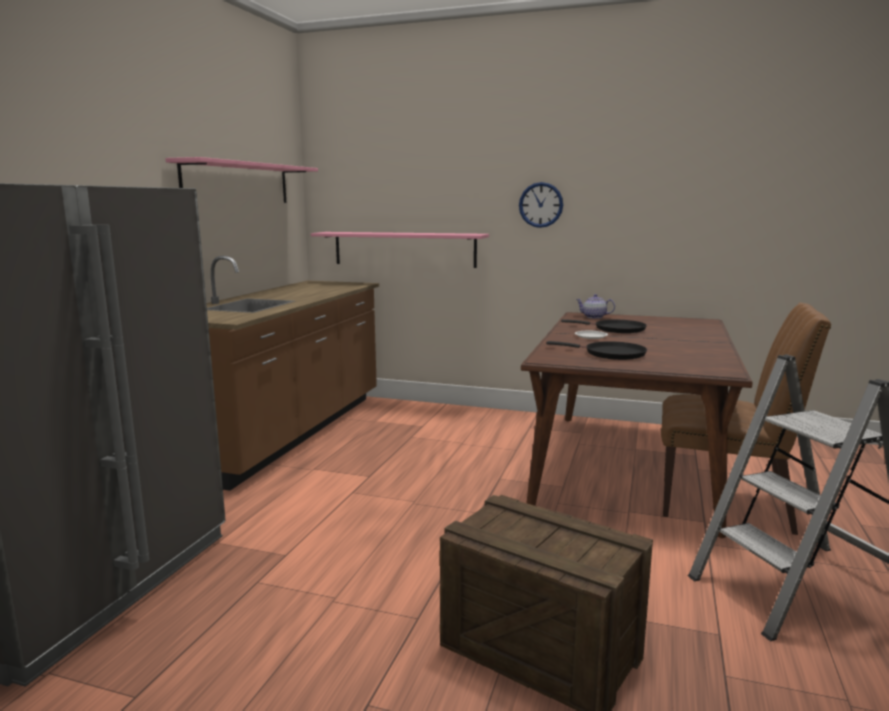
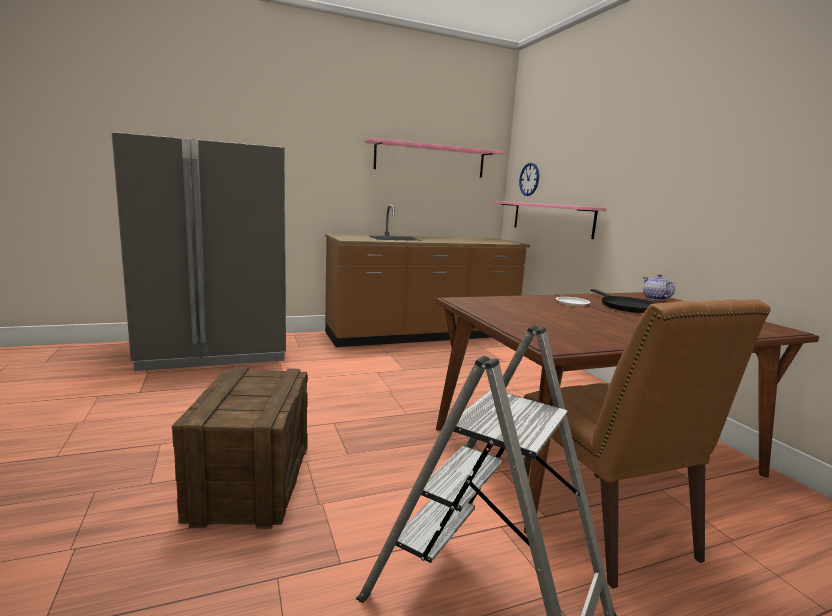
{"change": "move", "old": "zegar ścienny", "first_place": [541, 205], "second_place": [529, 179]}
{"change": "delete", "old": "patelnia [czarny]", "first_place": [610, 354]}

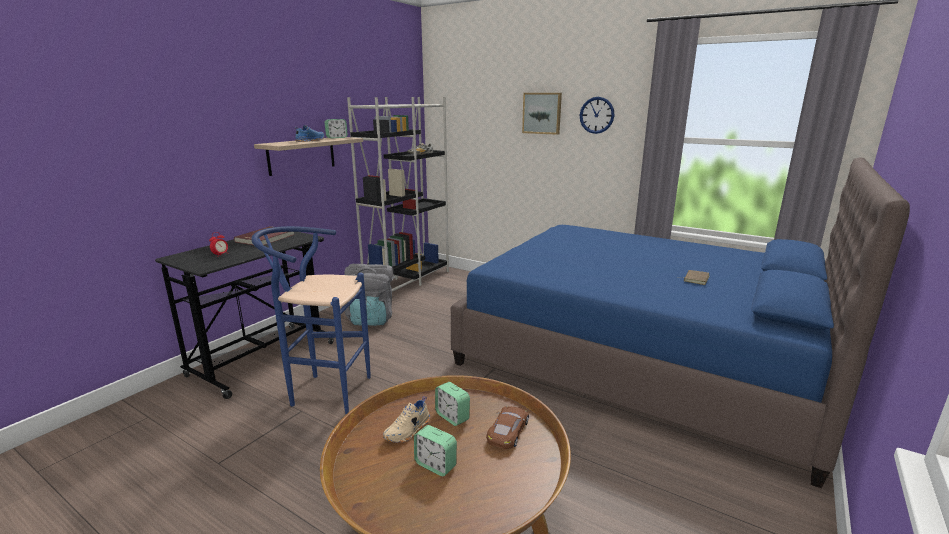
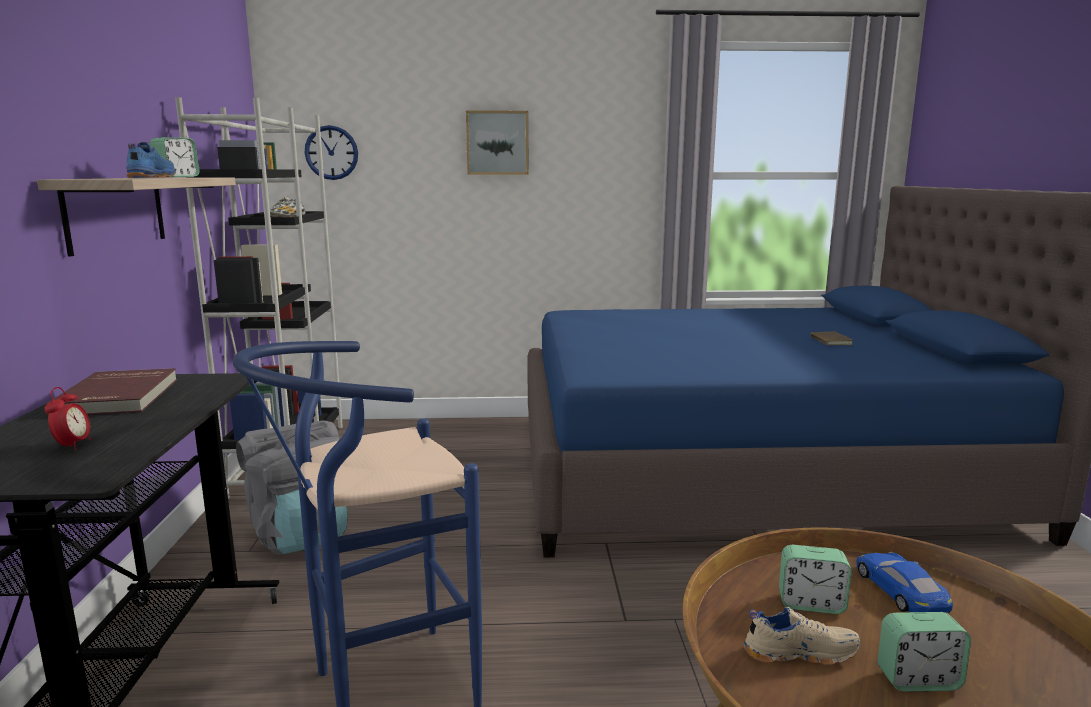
{"change": "move", "old": "zegar ścienny", "first_place": [596, 115], "second_place": [331, 152]}
{"change": "rotate", "old": "but [beżowy]", "first_place": [408, 431], "second_place": [799, 652], "degrees": -90}
{"change": "recolor", "old": "samochodzik [brązowy]", "new": "samochodzik [niebieski]", "first_place": [508, 431], "second_place": [900, 590]}

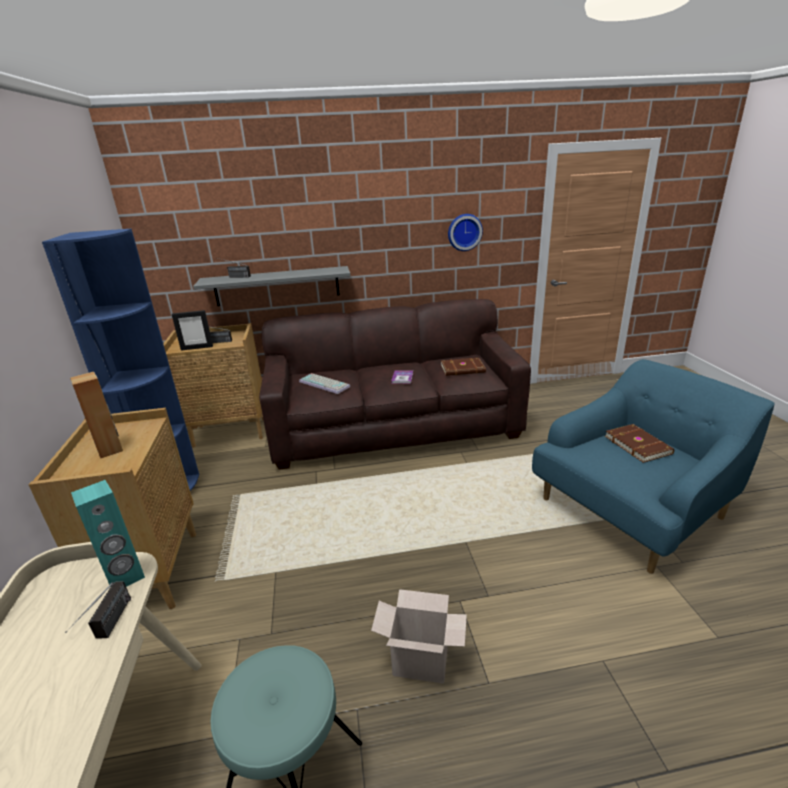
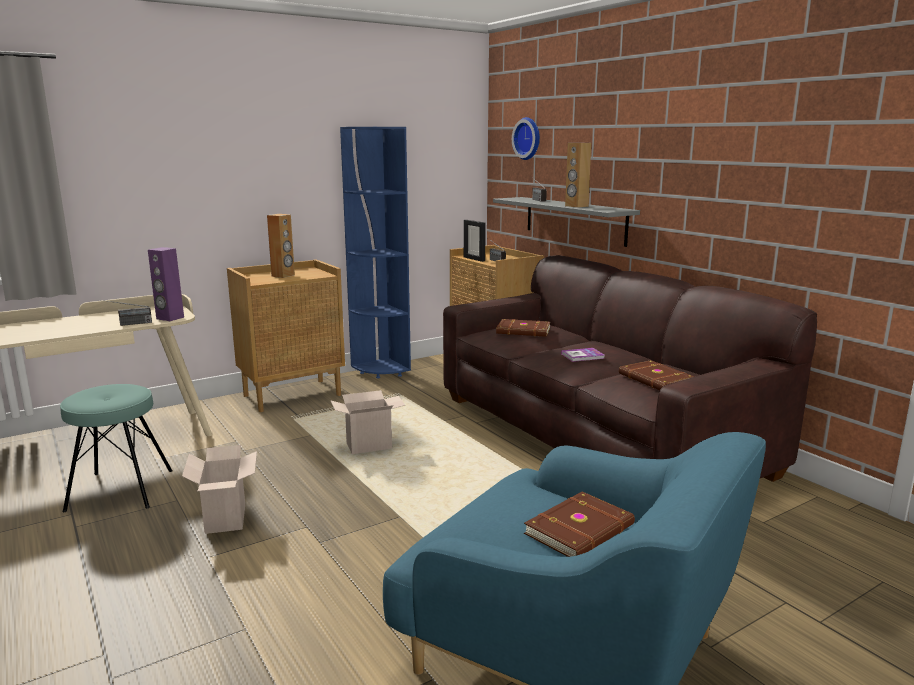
{"change": "recolor", "old": "głośnik [turkusowy]", "new": "głośnik [fioletowy]", "first_place": [126, 577], "second_place": [170, 318]}
{"change": "insert", "new": "karton", "second_place": [370, 445]}
{"change": "replace", "old": "klawiatura", "new": "książka [brązowy]", "first_place": [325, 384], "second_place": [523, 331]}
{"change": "move", "old": "zegar ścienny", "first_place": [464, 232], "second_place": [528, 138]}
{"change": "insert", "new": "głośnik [brązowy]", "second_place": [576, 206]}

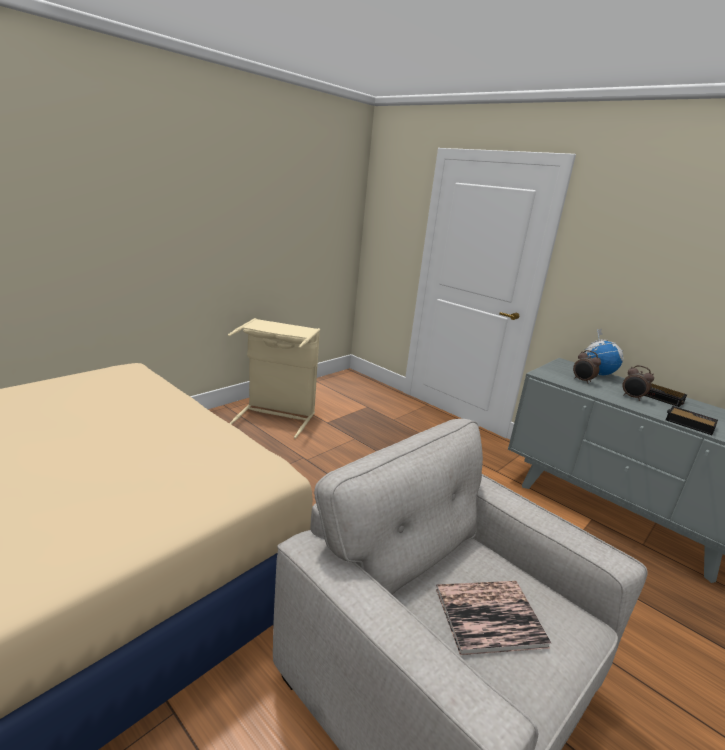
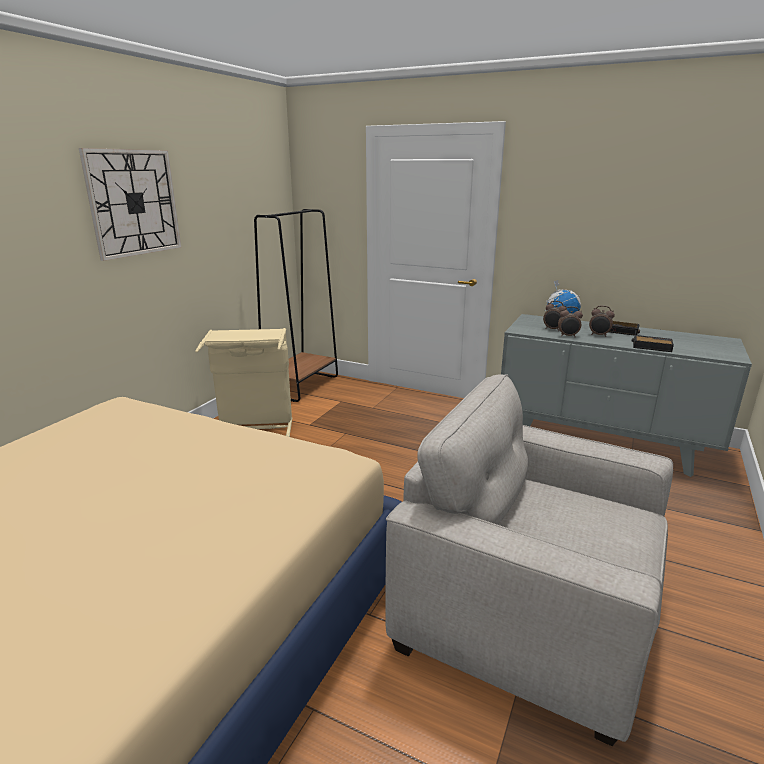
{"change": "insert", "new": "zegar ścienny", "second_place": [134, 203]}
{"change": "insert", "new": "wieszak", "second_place": [301, 386]}
{"change": "insert", "new": "budzik", "second_place": [568, 336]}
{"change": "delete", "old": "książka", "first_place": [489, 616]}

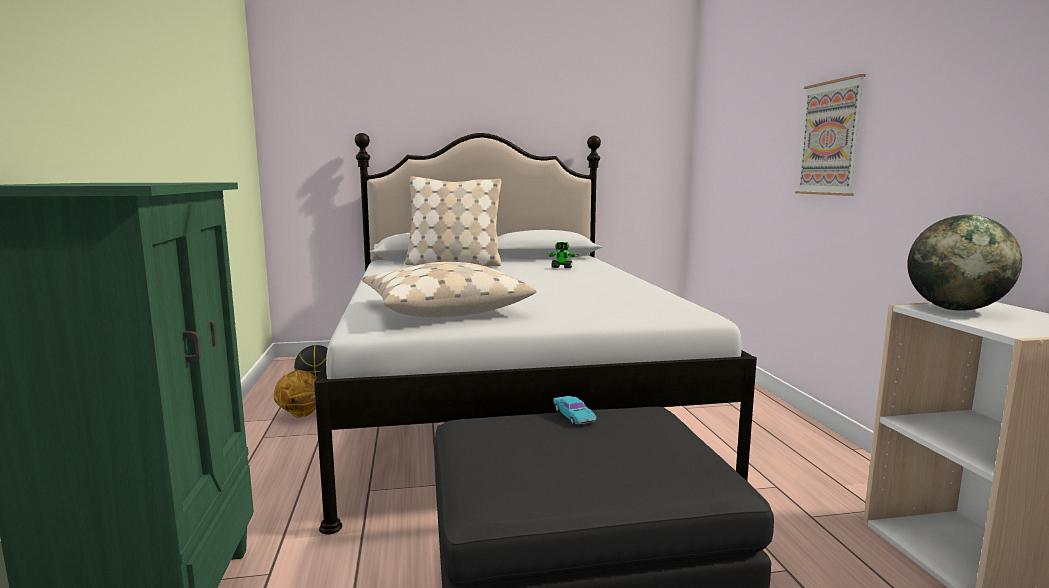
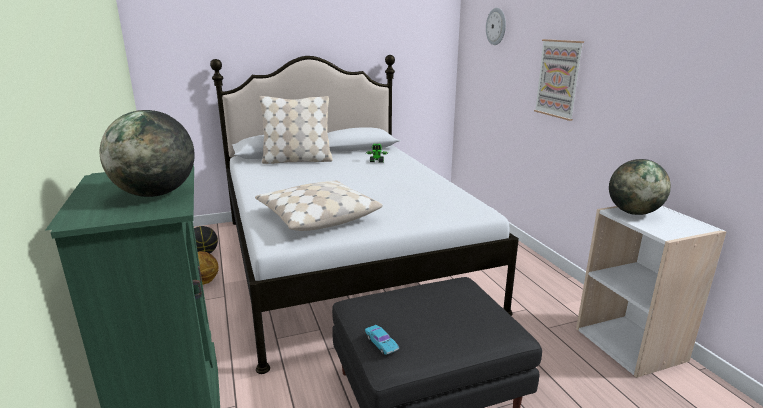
{"change": "insert", "new": "globus", "second_place": [156, 194]}
{"change": "move", "old": "samochodzik [turkusowy]", "first_place": [573, 415], "second_place": [381, 343]}
{"change": "insert", "new": "zegar ścienny", "second_place": [496, 26]}

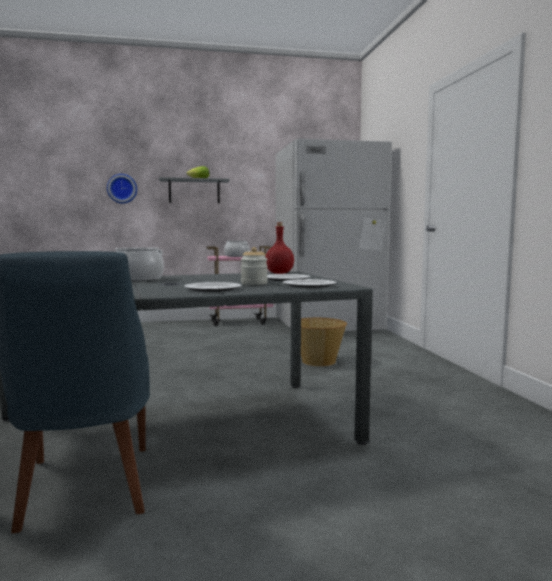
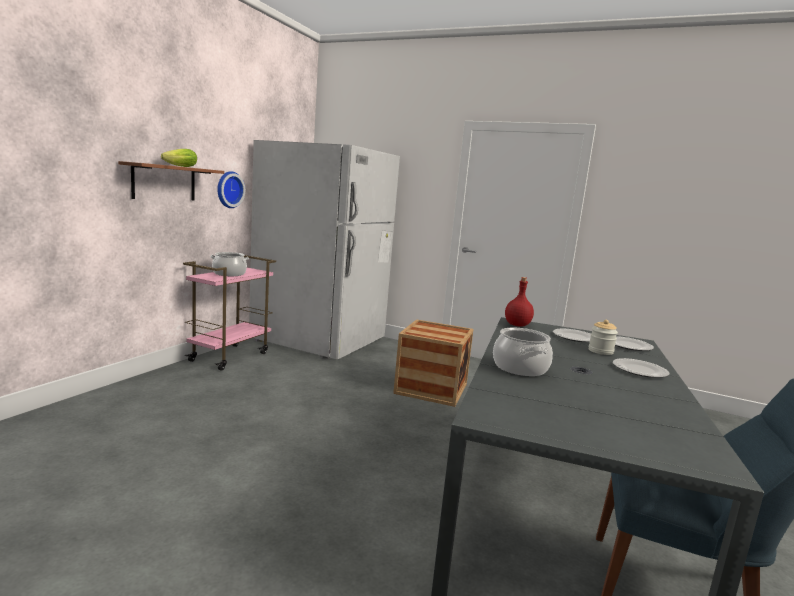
{"change": "recolor", "old": "półka [szary]", "new": "półka [brązowy]", "first_place": [194, 191], "second_place": [164, 182]}
{"change": "move", "old": "zegar ścienny", "first_place": [122, 188], "second_place": [228, 189]}
{"change": "replace", "old": "koszyk", "new": "skrzynka", "first_place": [318, 361], "second_place": [431, 389]}

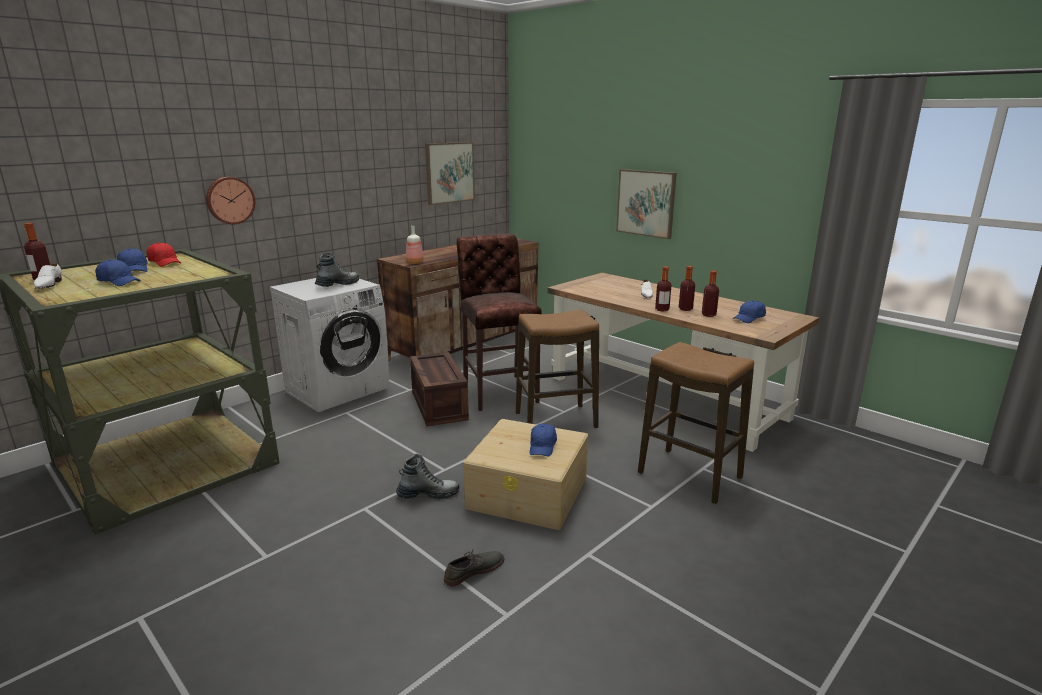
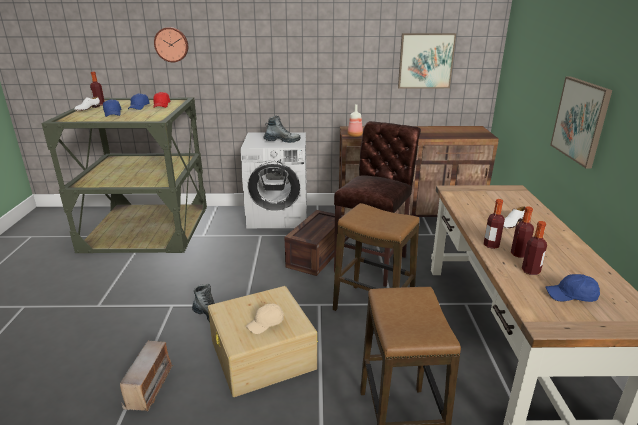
{"change": "replace", "old": "but [szary]", "new": "radio", "first_place": [474, 570], "second_place": [149, 386]}
{"change": "move", "old": "zegar ścienny", "first_place": [230, 200], "second_place": [171, 44]}
{"change": "recolor", "old": "czapka z daszkiem [niebieski]", "new": "czapka z daszkiem [beżowy]", "first_place": [542, 447], "second_place": [266, 324]}

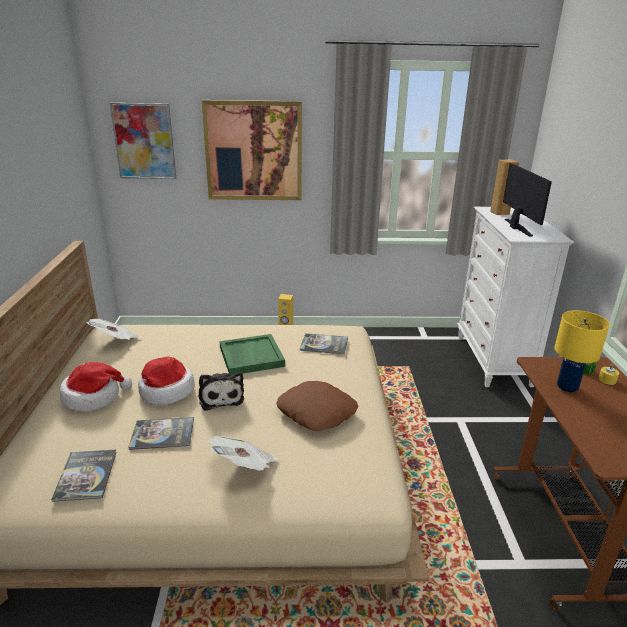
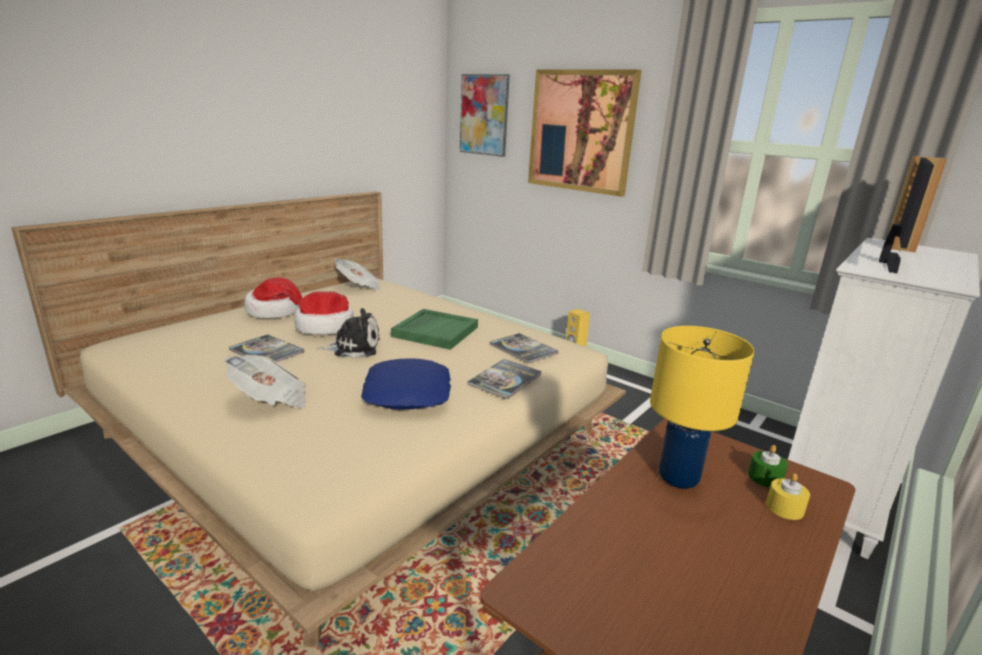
{"change": "rotate", "old": "pluszak", "first_place": [221, 397], "second_place": [354, 347], "degrees": -120}
{"change": "recolor", "old": "poduszka [brązowy]", "new": "poduszka [niebieski]", "first_place": [317, 412], "second_place": [408, 393]}
{"change": "move", "old": "książka", "first_place": [86, 475], "second_place": [505, 379]}

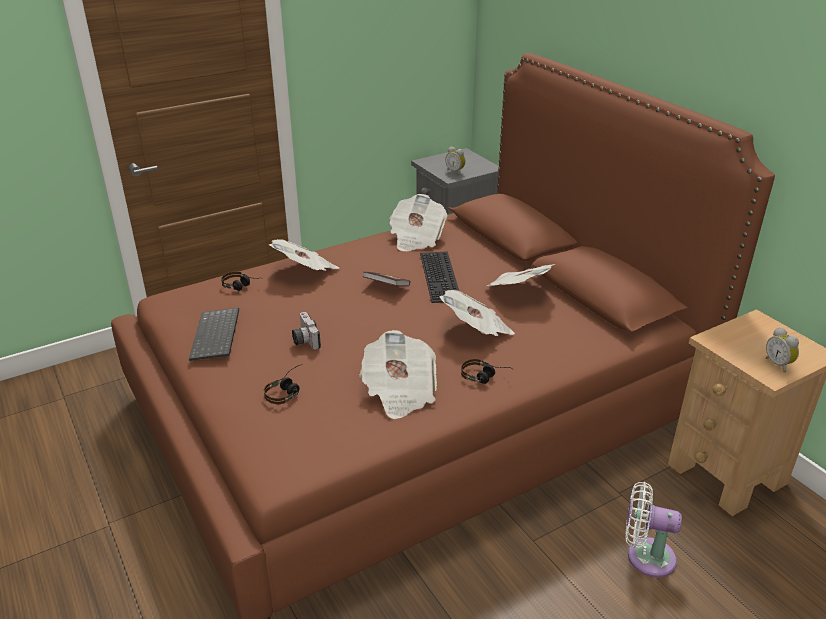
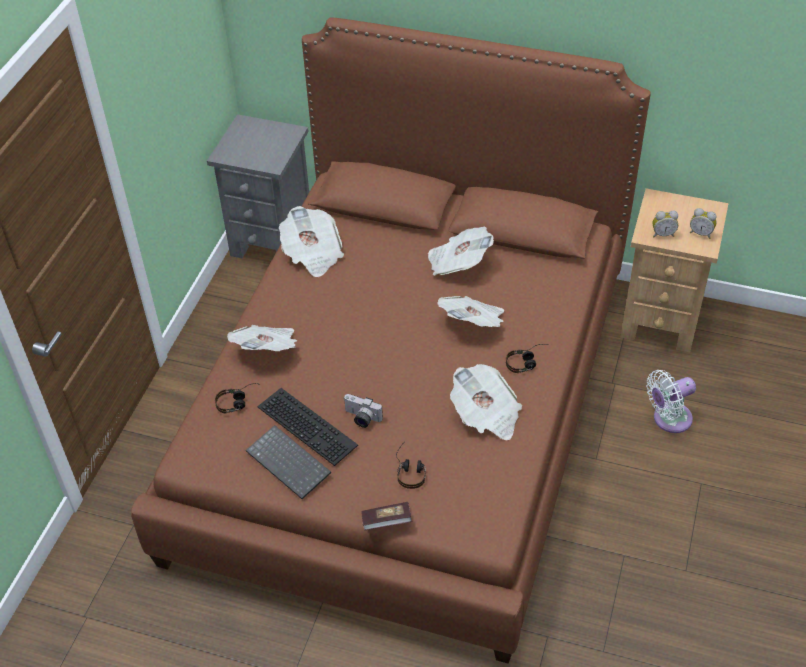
{"change": "move", "old": "klawiatura", "first_place": [442, 276], "second_place": [309, 425]}
{"change": "move", "old": "książka", "first_place": [386, 287], "second_place": [386, 522]}
{"change": "move", "old": "budzik", "first_place": [455, 171], "second_place": [662, 234]}

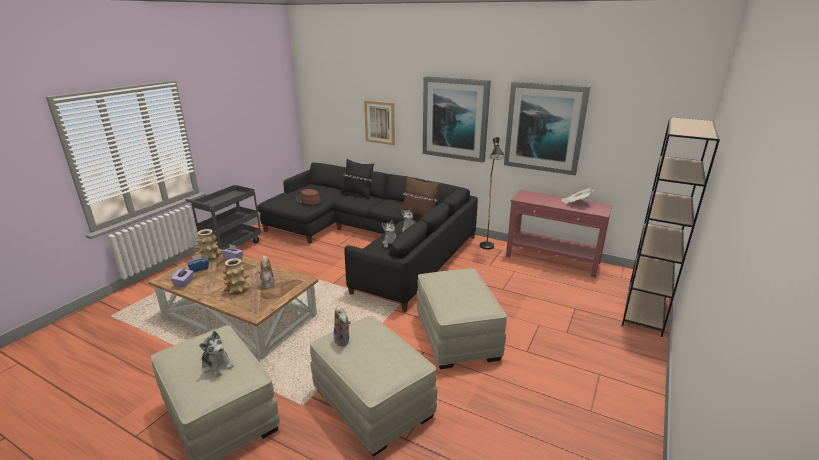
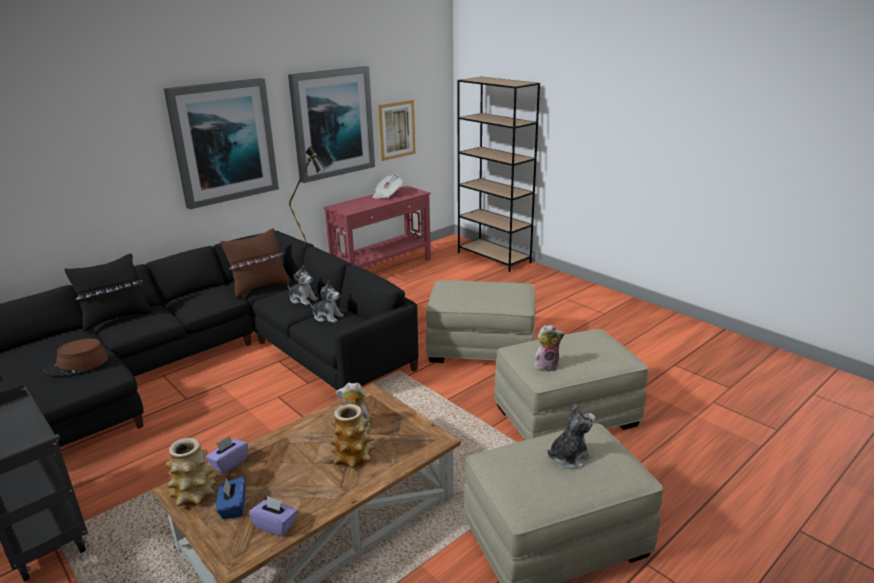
{"change": "move", "old": "obraz", "first_place": [379, 122], "second_place": [396, 130]}

